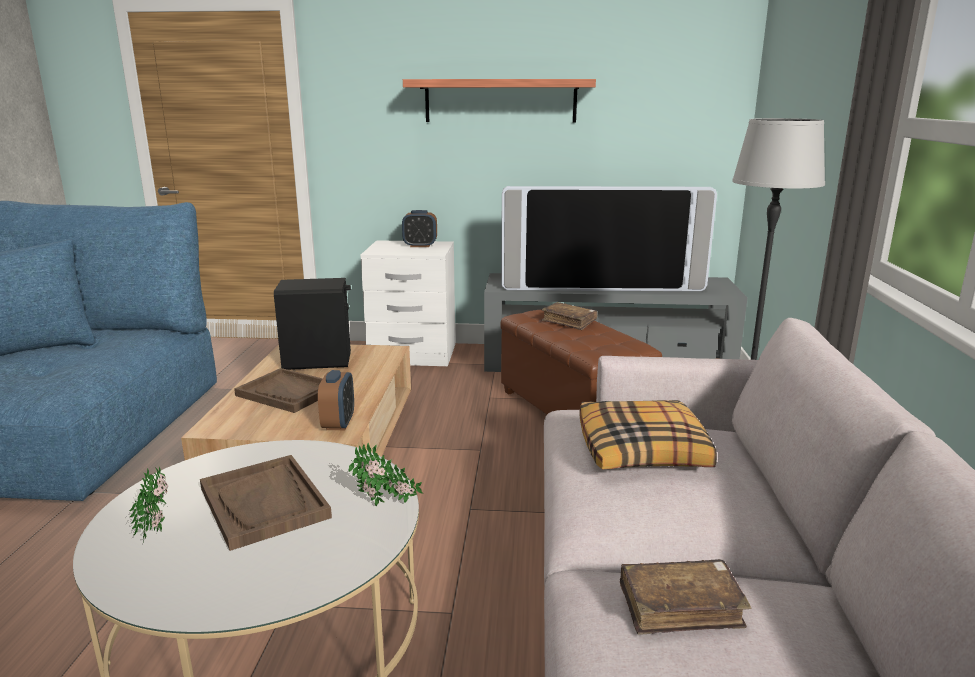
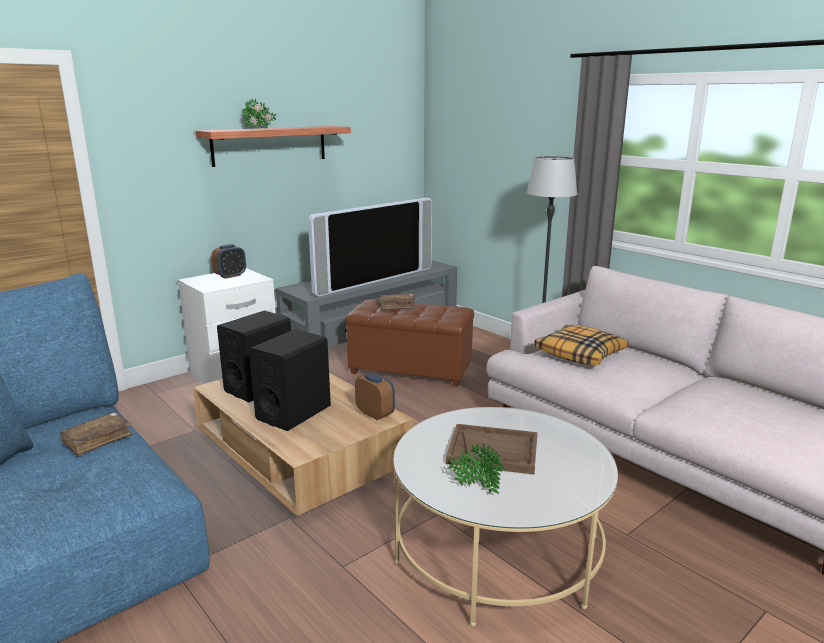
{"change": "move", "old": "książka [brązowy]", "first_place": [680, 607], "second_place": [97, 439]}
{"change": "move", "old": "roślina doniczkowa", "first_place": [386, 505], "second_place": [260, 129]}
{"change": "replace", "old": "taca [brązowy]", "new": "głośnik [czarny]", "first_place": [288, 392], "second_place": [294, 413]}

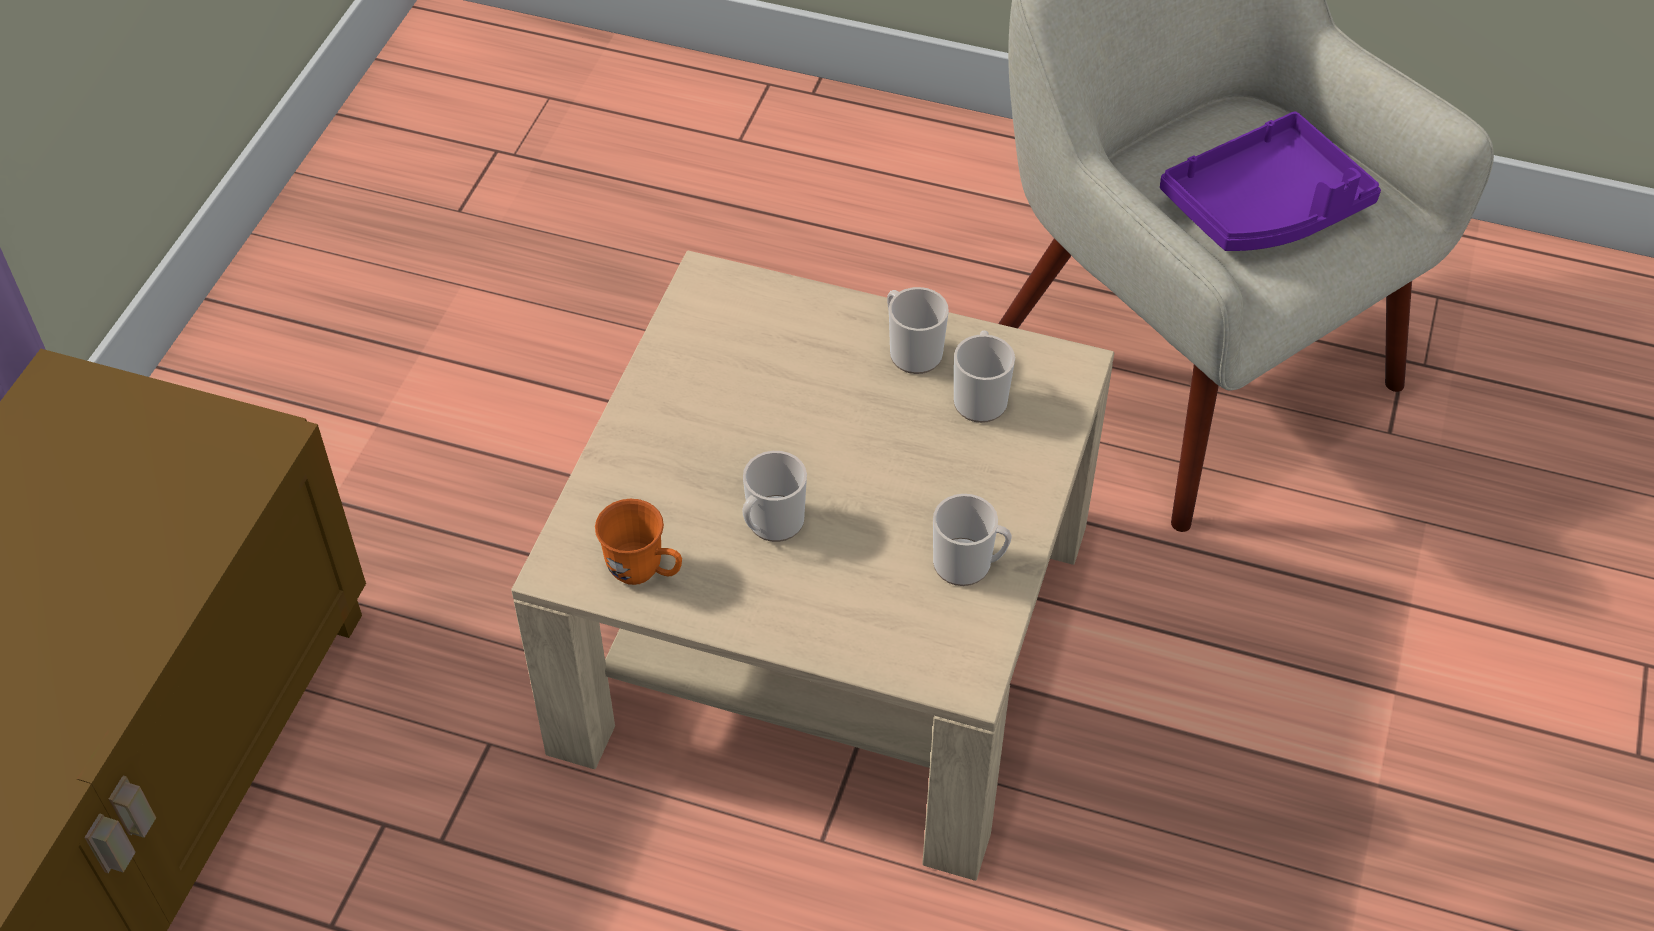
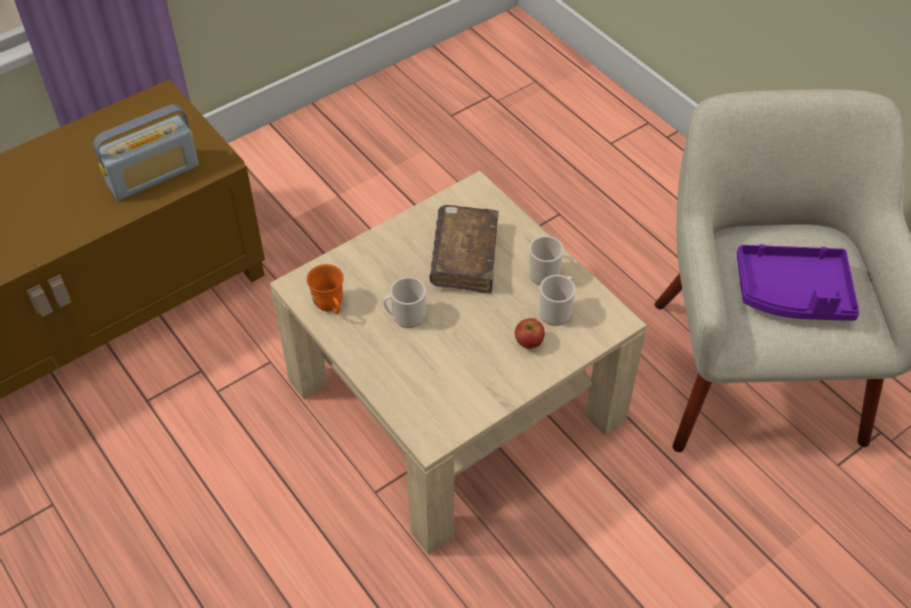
{"change": "insert", "new": "radio", "second_place": [153, 175]}
{"change": "insert", "new": "książka [brązowy]", "second_place": [464, 257]}
{"change": "insert", "new": "jabłko", "second_place": [529, 342]}
{"change": "delete", "old": "kubek", "first_place": [968, 565]}

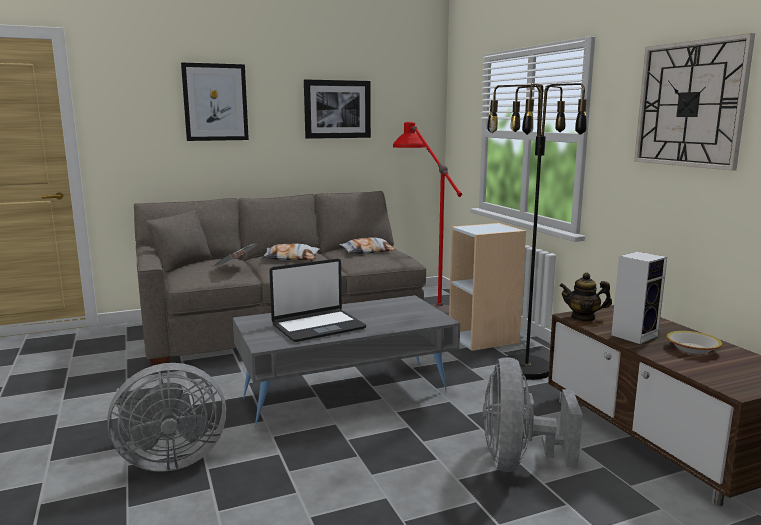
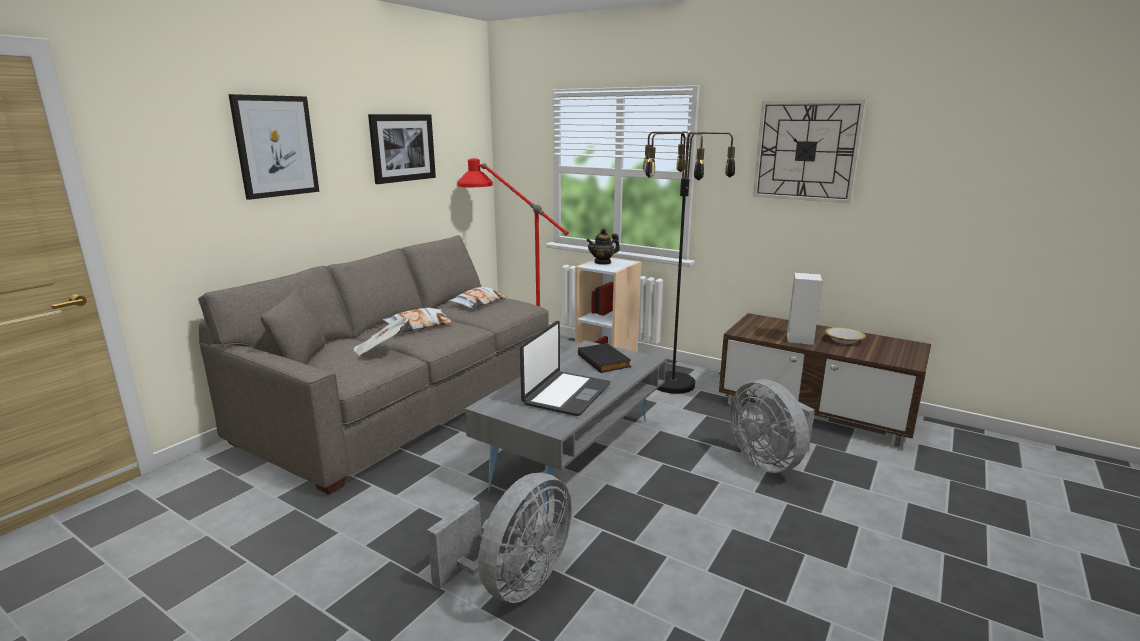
{"change": "insert", "new": "książka [czarny]", "second_place": [605, 361]}
{"change": "move", "old": "imbryk", "first_place": [583, 317], "second_place": [603, 262]}

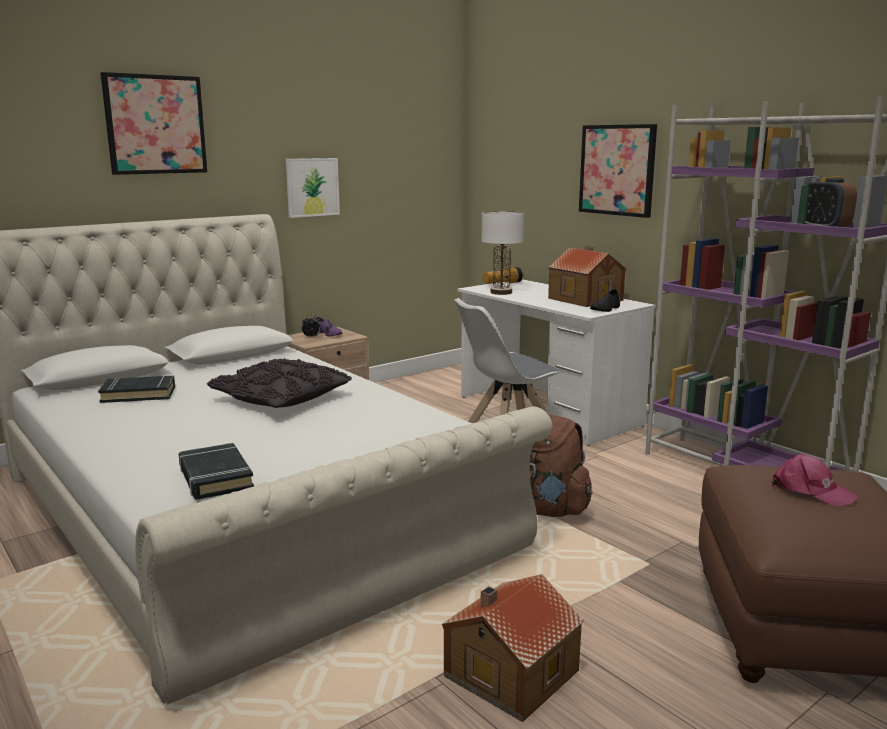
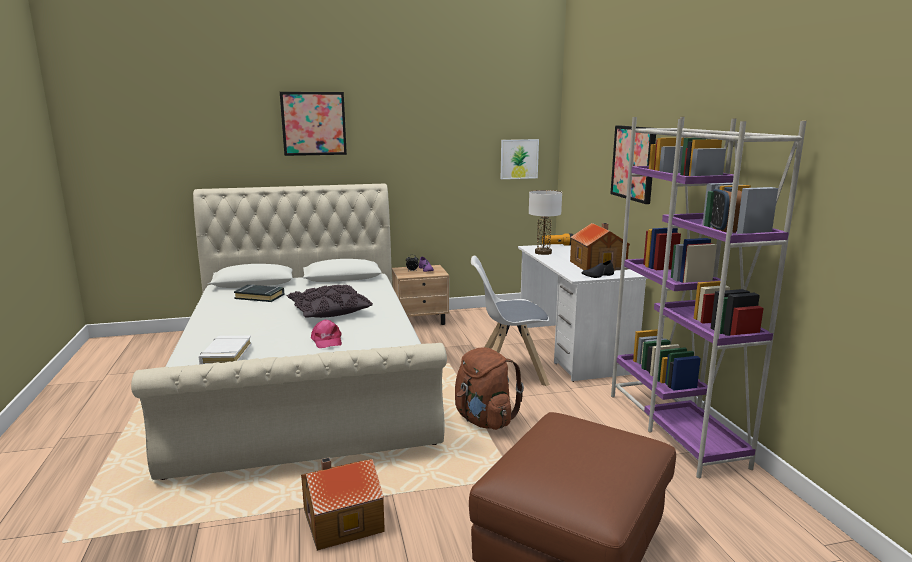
{"change": "recolor", "old": "książka [czarny]", "new": "książka [biały]", "first_place": [215, 477], "second_place": [226, 355]}
{"change": "move", "old": "czapka z daszkiem [różowy]", "first_place": [811, 491], "second_place": [326, 340]}
{"change": "move", "old": "obraz", "first_place": [312, 187], "second_place": [519, 159]}

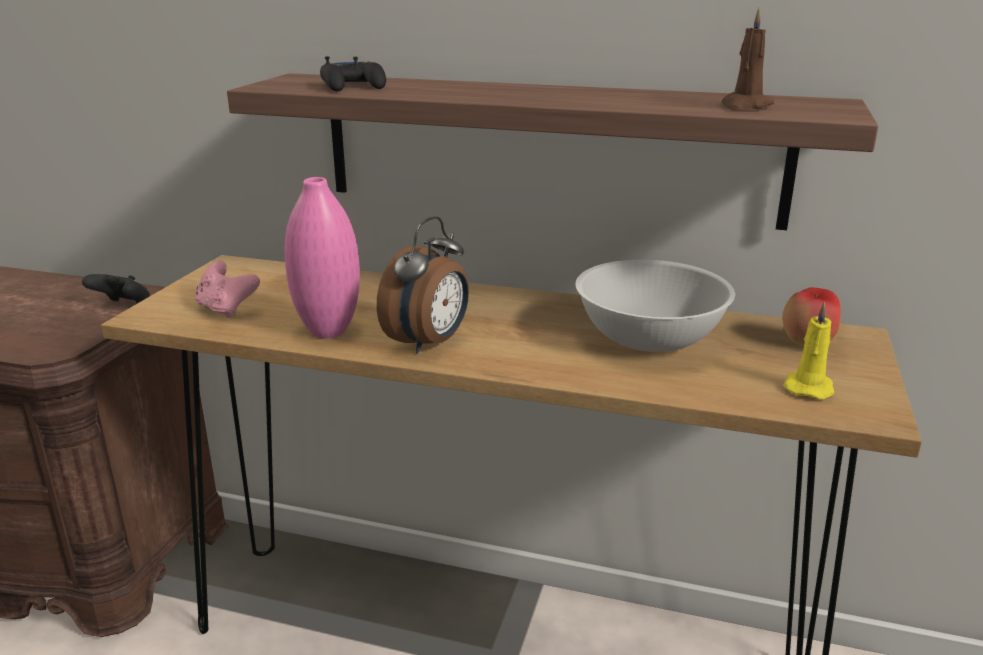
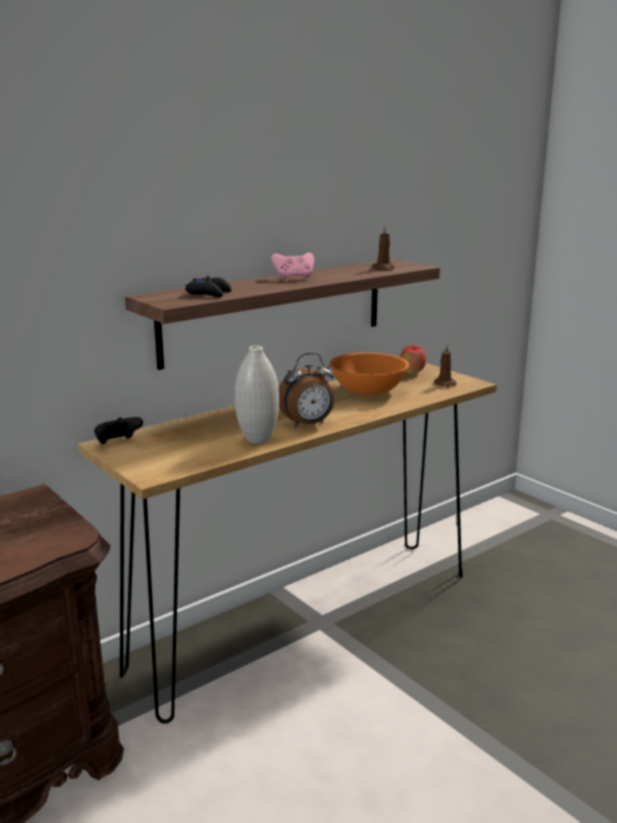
{"change": "move", "old": "pad do gier [czarny]", "first_place": [123, 306], "second_place": [118, 443]}
{"change": "recolor", "old": "wazon [różowy]", "new": "wazon [biały]", "first_place": [328, 331], "second_place": [258, 440]}
{"change": "move", "old": "pad do gier [różowy]", "first_place": [226, 309], "second_place": [294, 278]}
{"change": "rotate", "old": "budzik", "first_place": [429, 343], "second_place": [308, 424], "degrees": 90}
{"change": "recolor", "old": "miska [biały]", "new": "miska [pomarańczowy]", "first_place": [650, 339], "second_place": [369, 390]}
{"change": "recolor", "old": "świeca [żółty]", "new": "świeca [brązowy]", "first_place": [808, 387], "second_place": [443, 383]}

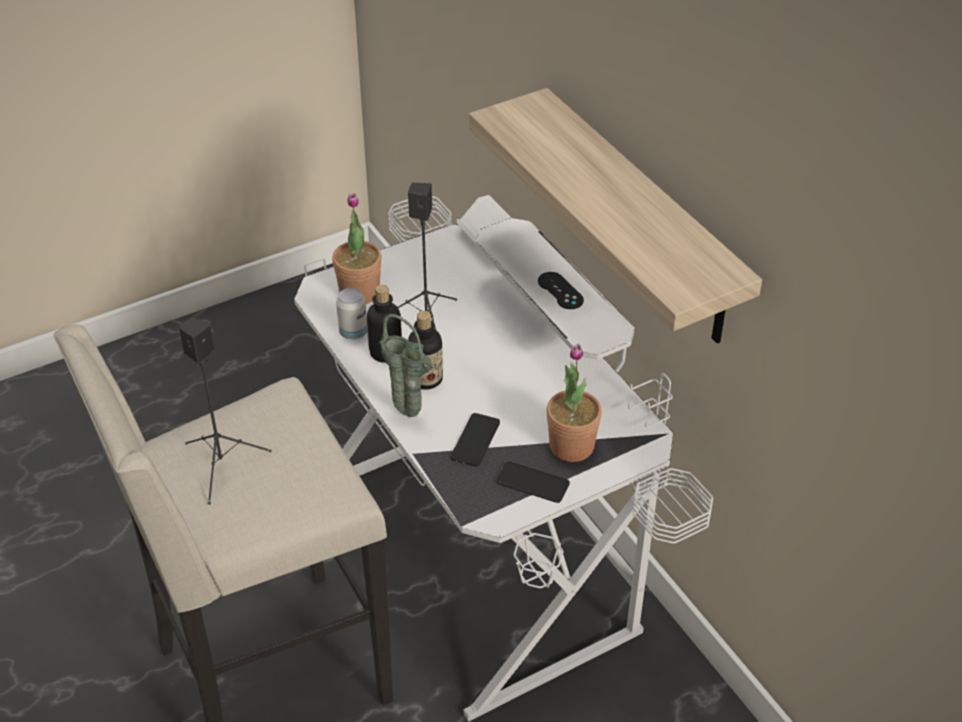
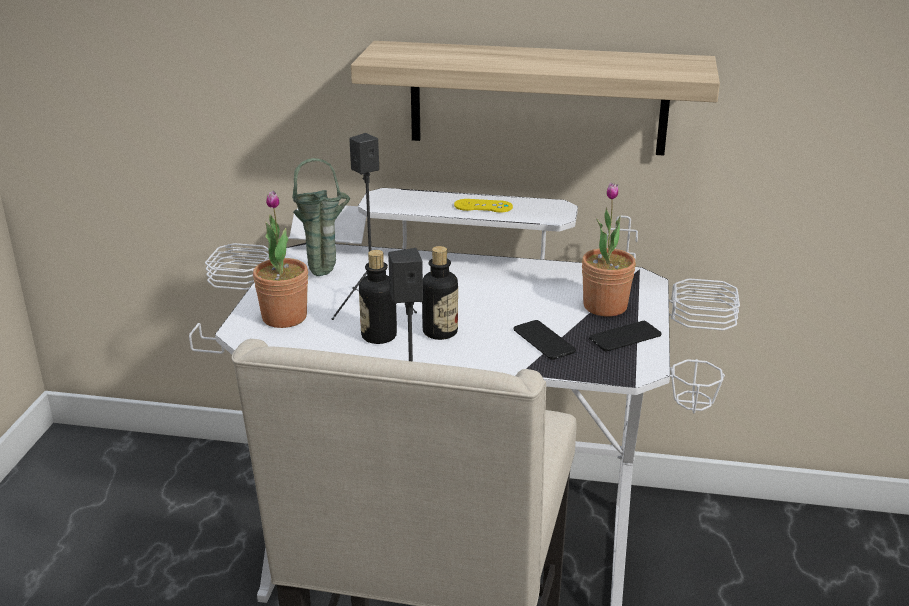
{"change": "move", "old": "wazon [zielony]", "first_place": [411, 416], "second_place": [325, 274]}
{"change": "recolor", "old": "pad do gier [czarny]", "new": "pad do gier [żółty]", "first_place": [560, 291], "second_place": [483, 206]}
{"change": "delete", "old": "puszka", "first_place": [353, 333]}

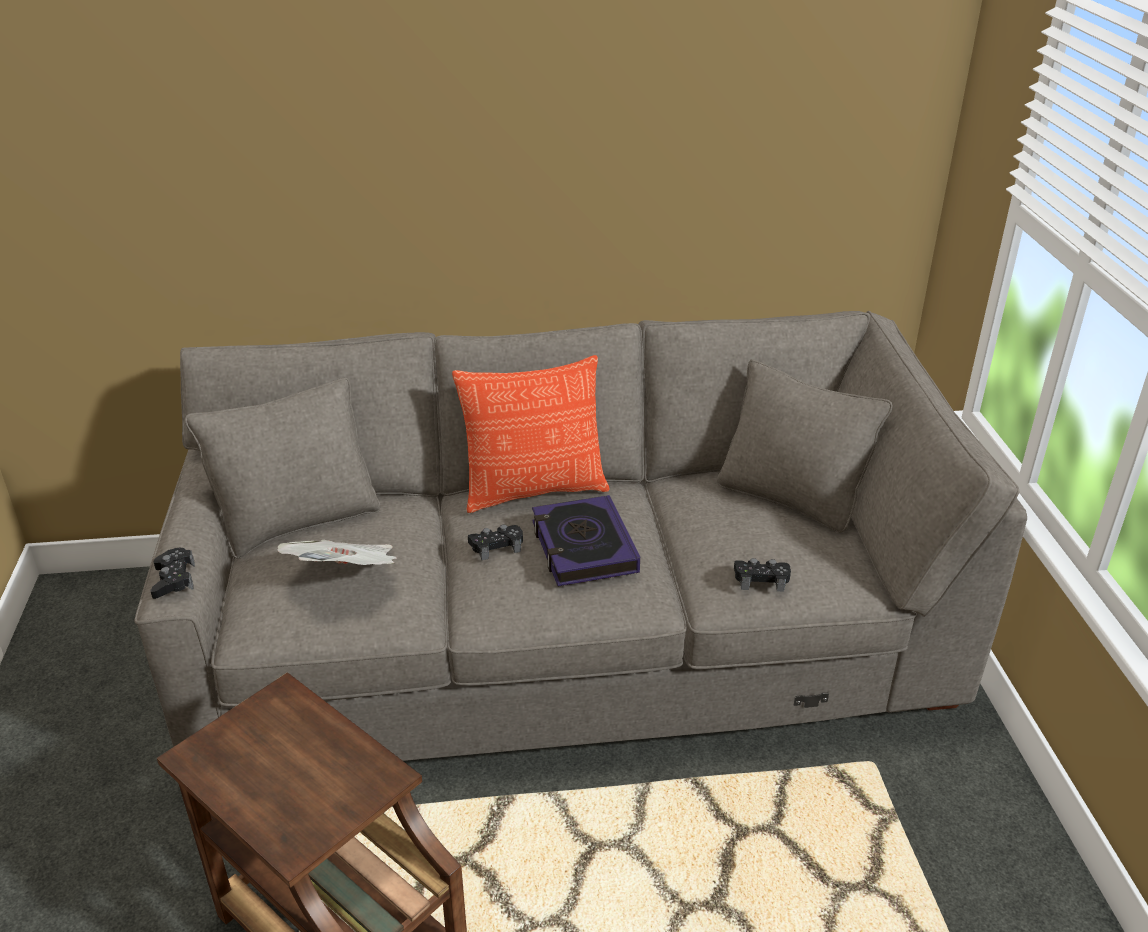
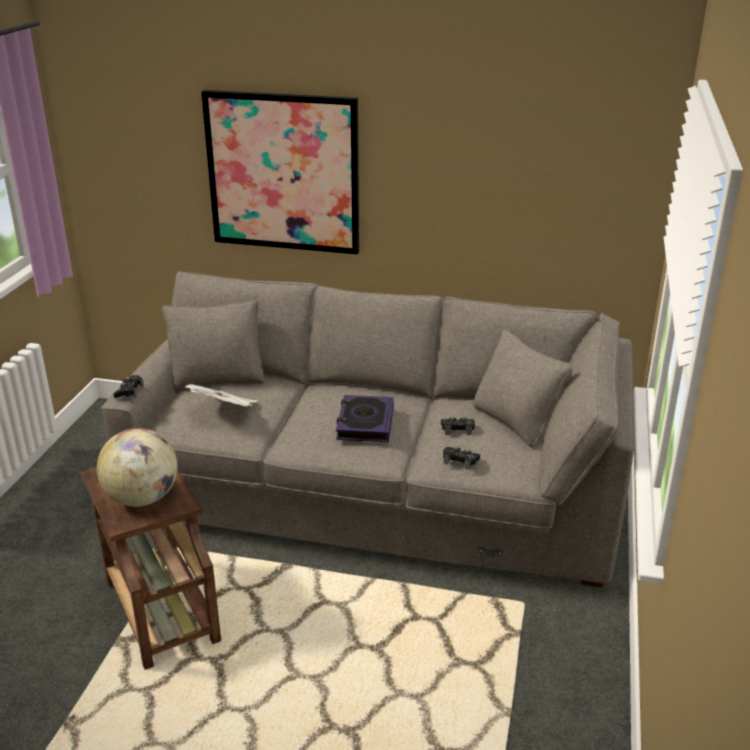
{"change": "insert", "new": "globus", "second_place": [142, 498]}
{"change": "insert", "new": "obraz", "second_place": [283, 172]}
{"change": "move", "old": "pad do gier [czarny]", "first_place": [496, 546], "second_place": [457, 429]}
{"change": "delete", "old": "poduszka [pomarańczowy]", "first_place": [534, 491]}

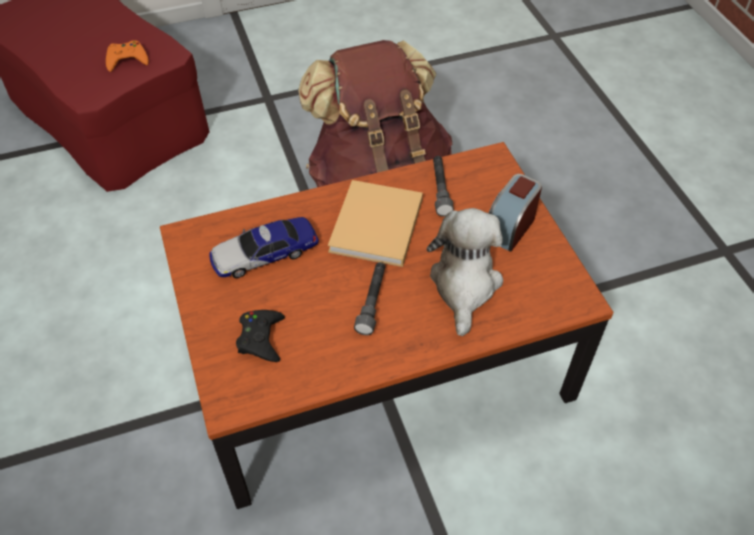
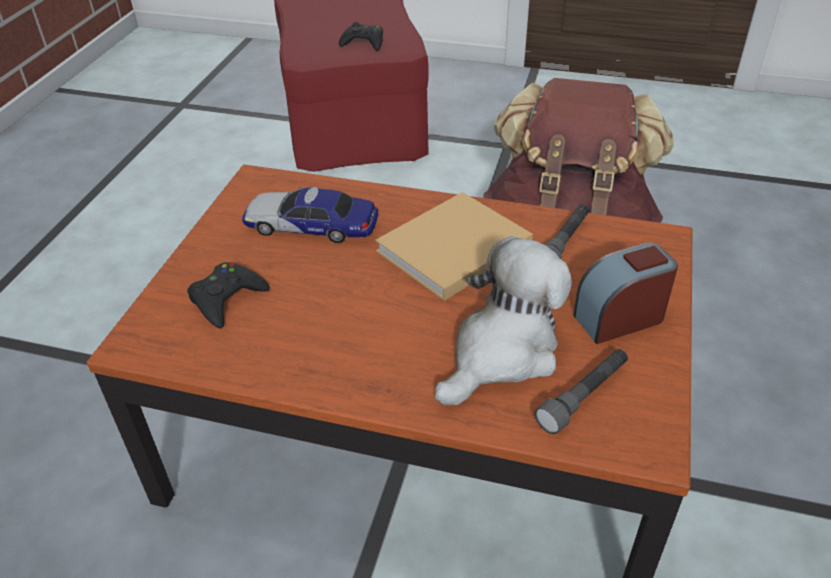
{"change": "recolor", "old": "pad do gier [pomarańczowy]", "new": "pad do gier [czarny]", "first_place": [127, 60], "second_place": [364, 42]}
{"change": "move", "old": "latarka [szary]", "first_place": [372, 302], "second_place": [583, 397]}

